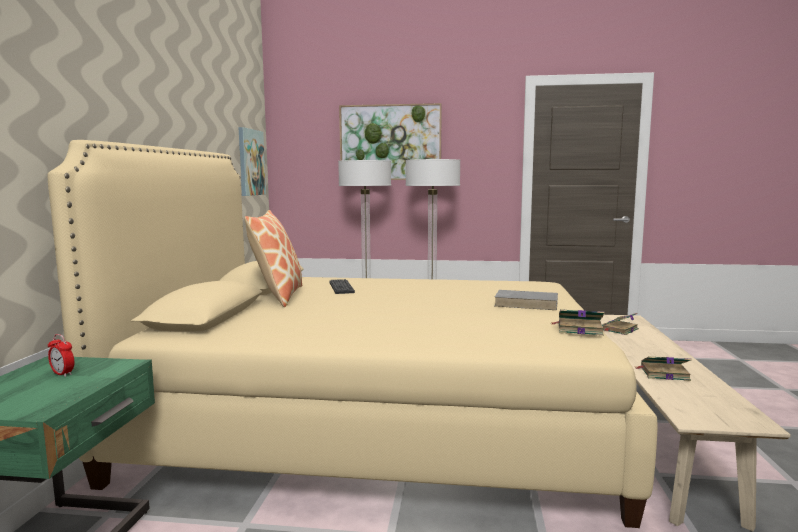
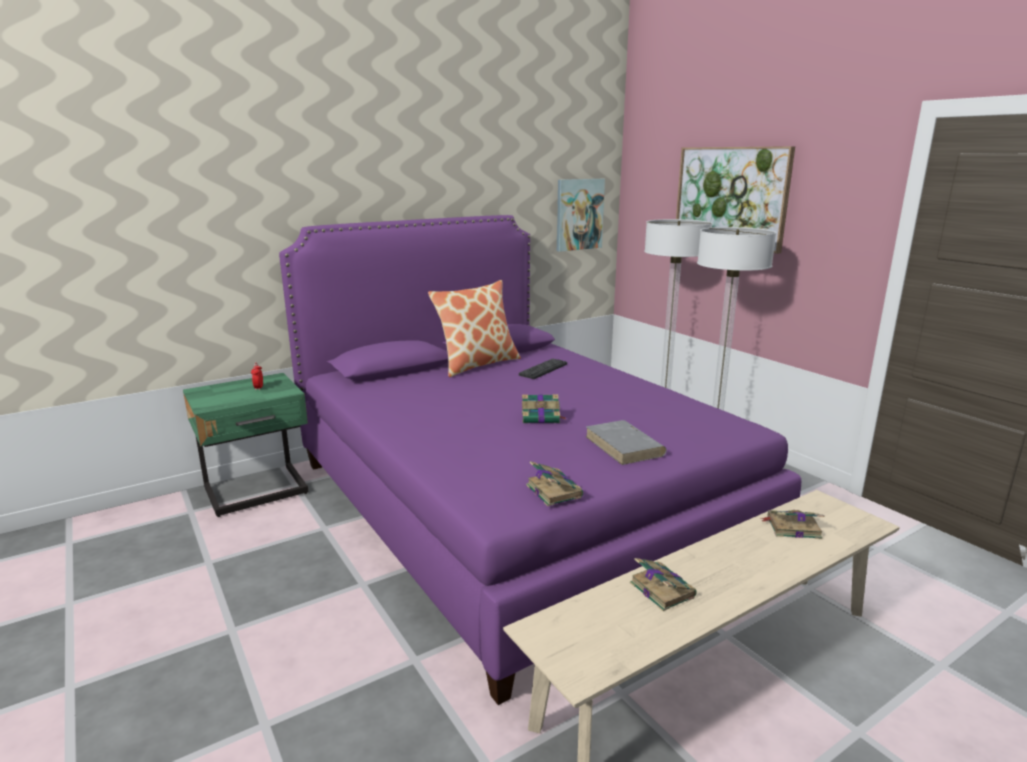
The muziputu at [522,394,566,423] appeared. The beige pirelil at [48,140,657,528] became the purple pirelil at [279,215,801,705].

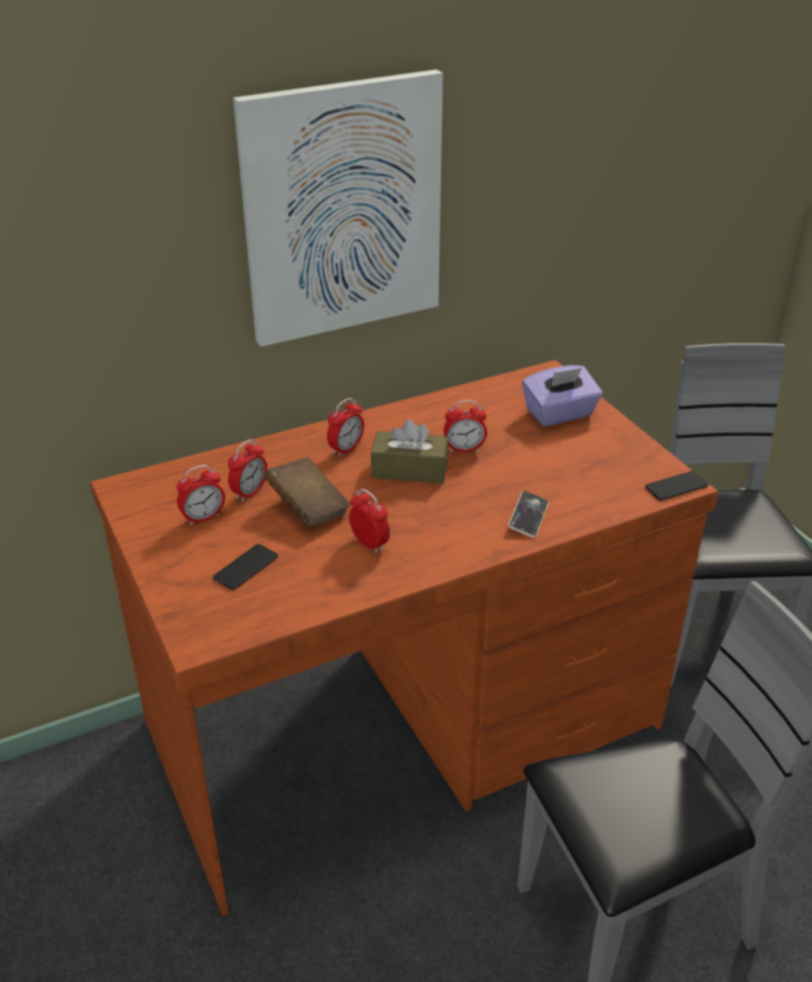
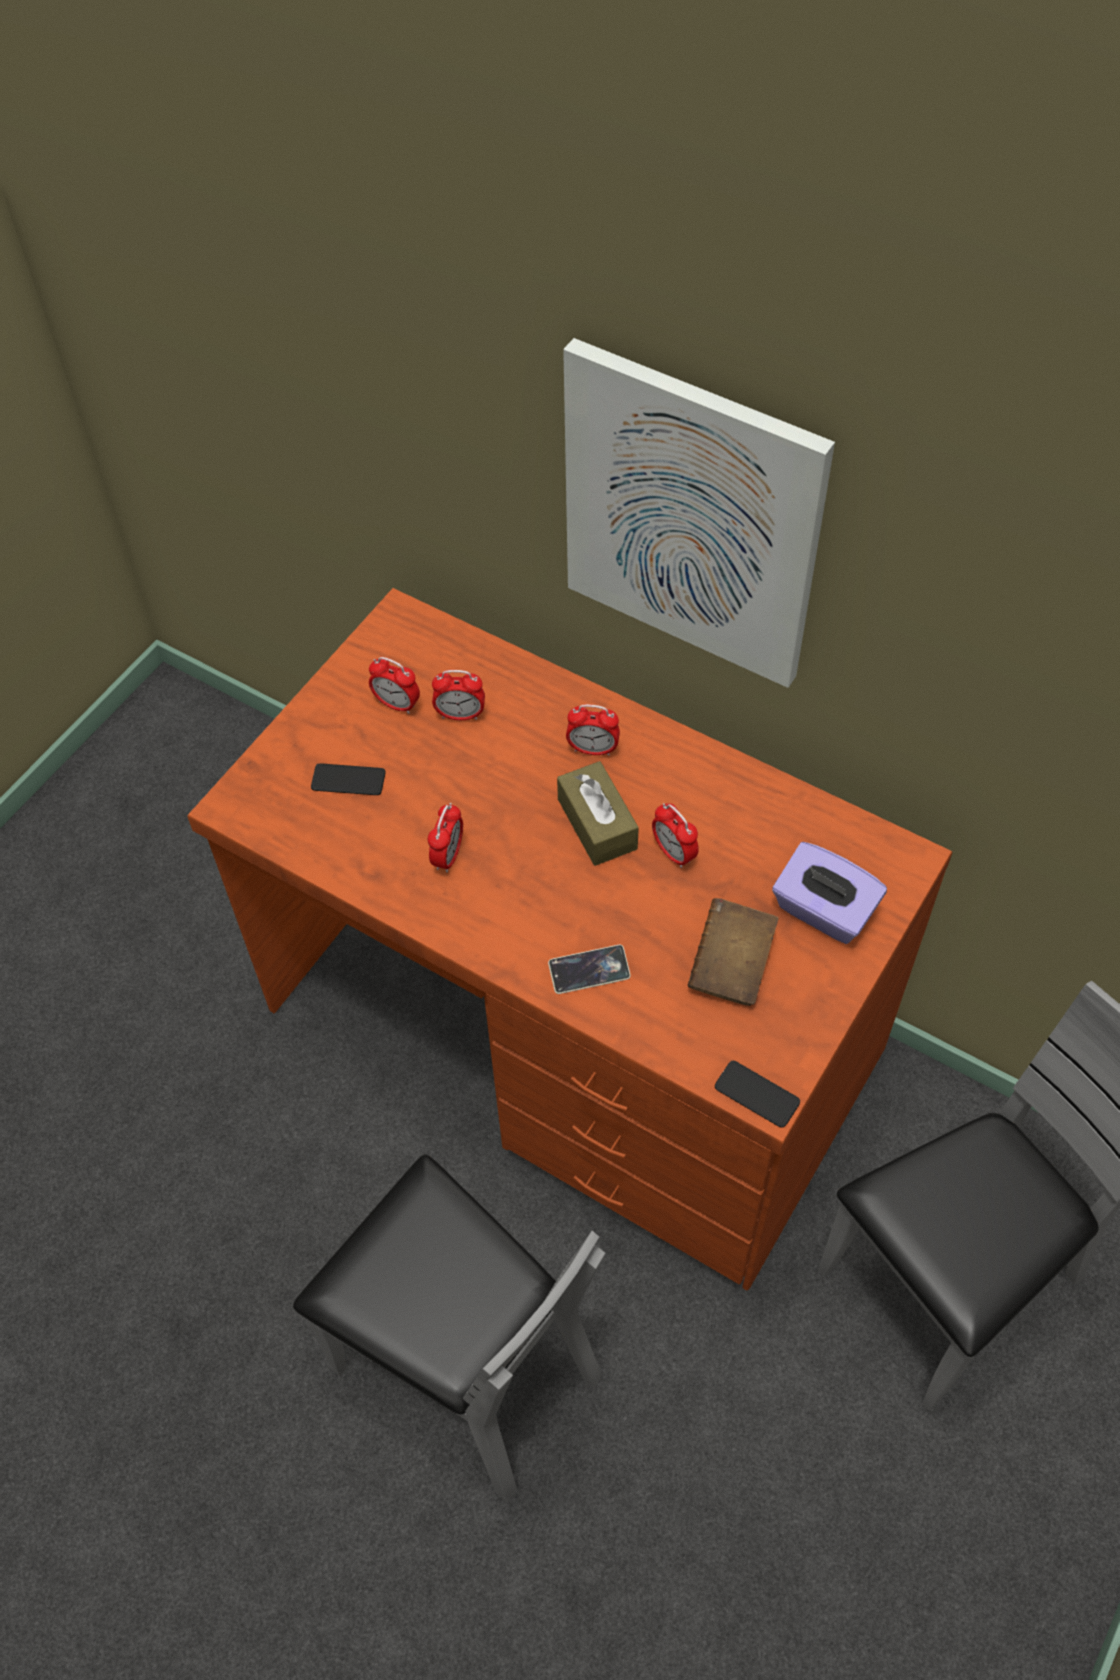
The brown muziputu moved from [264,457,350,528] to [688,898,778,1006].

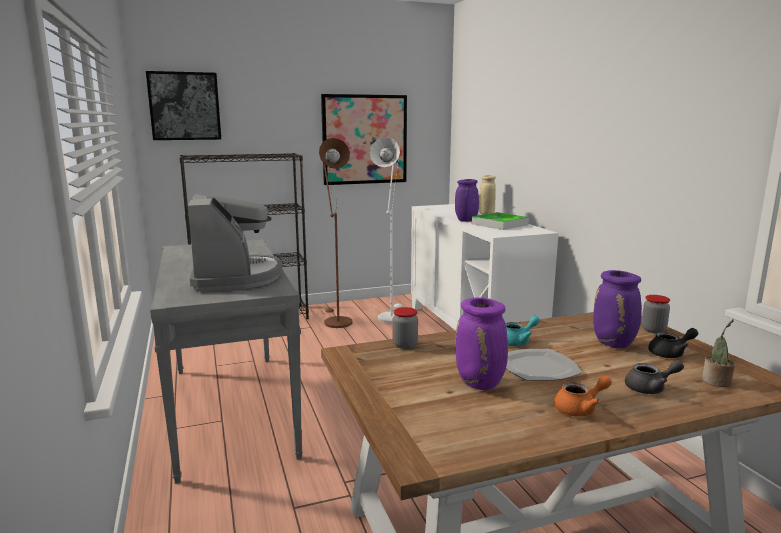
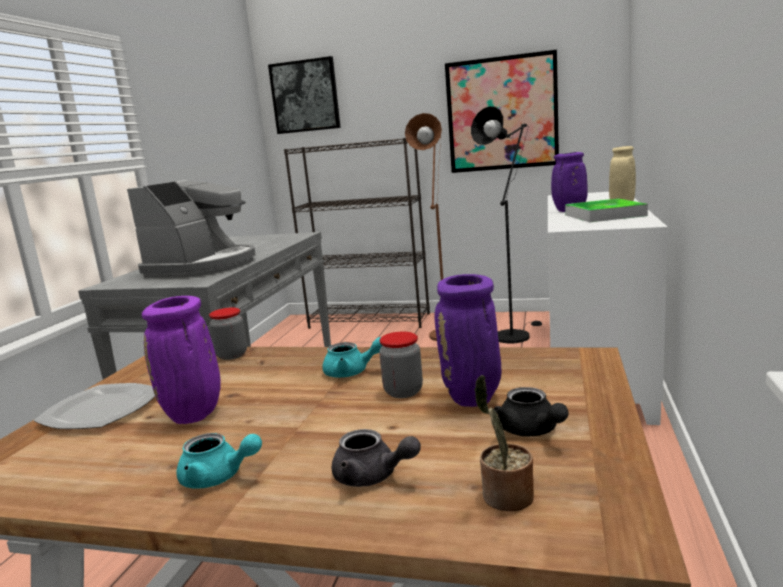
The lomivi moved from [506,349,582,381] to [34,383,155,429]. The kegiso moved from [642,295,670,333] to [379,332,423,398]. The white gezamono at [370,137,402,323] became the black gezamono at [471,106,542,344]. The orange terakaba at [554,375,612,417] became the turquoise terakaba at [176,433,262,489]. The black terakaba at [648,328,698,358] turned 45 degrees clockwise.

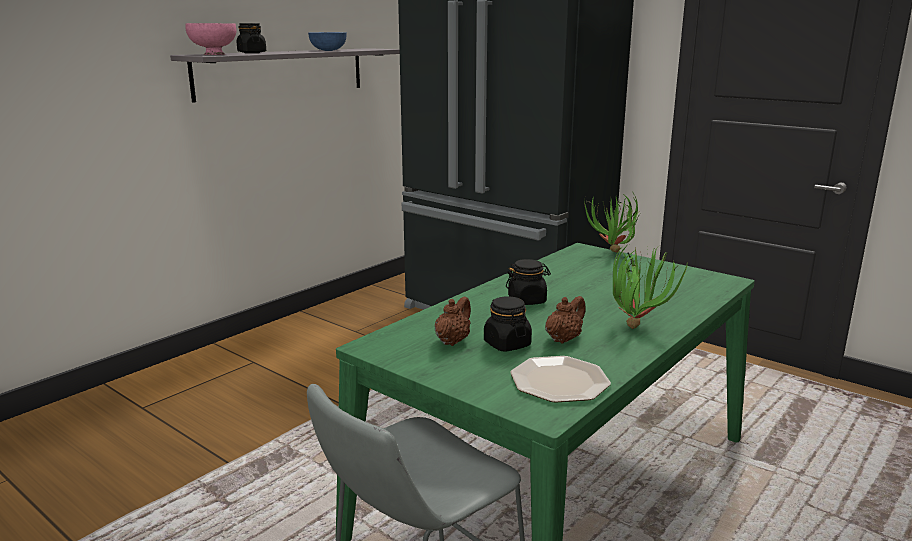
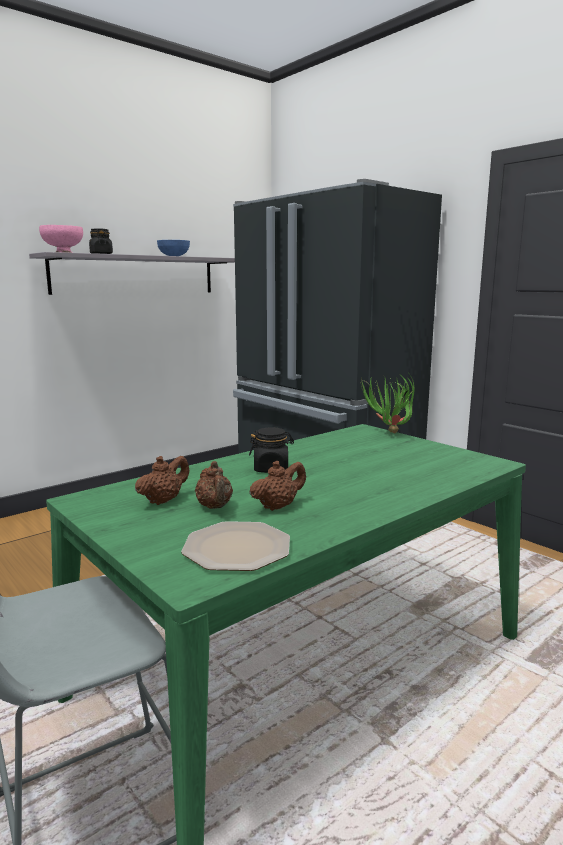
The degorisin at [613,245,688,329] disappeared. The black kegiso at [484,296,532,352] was replaced by the brown terakaba at [195,461,233,509].

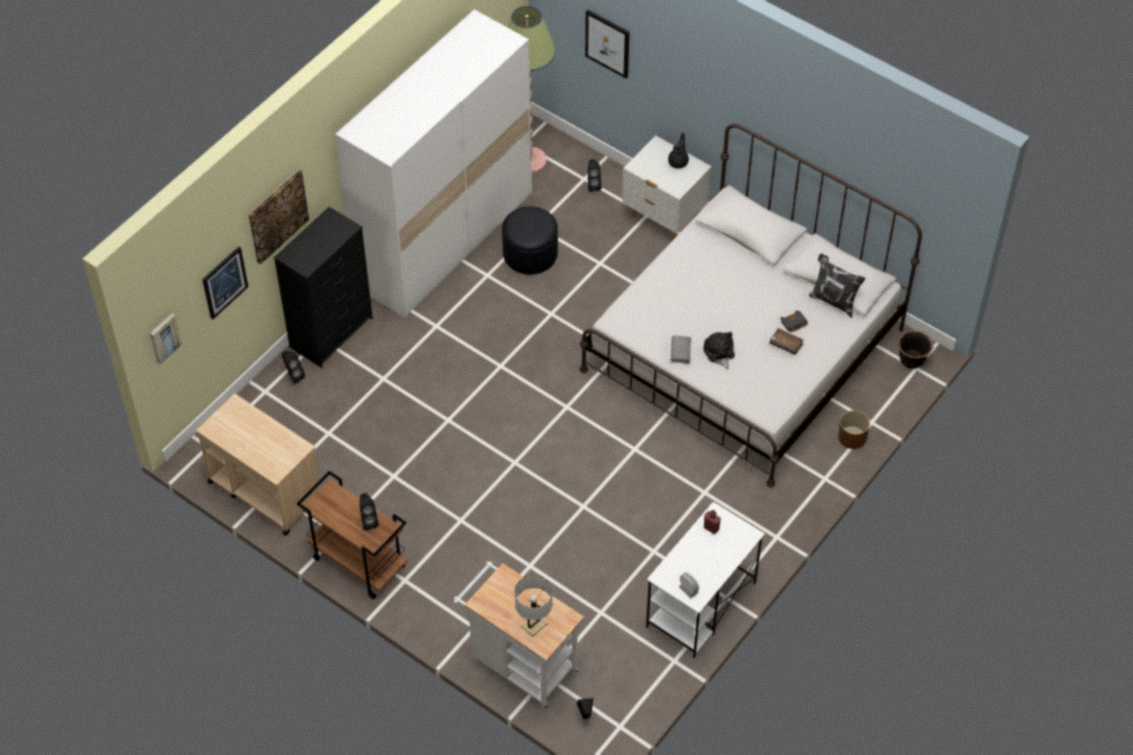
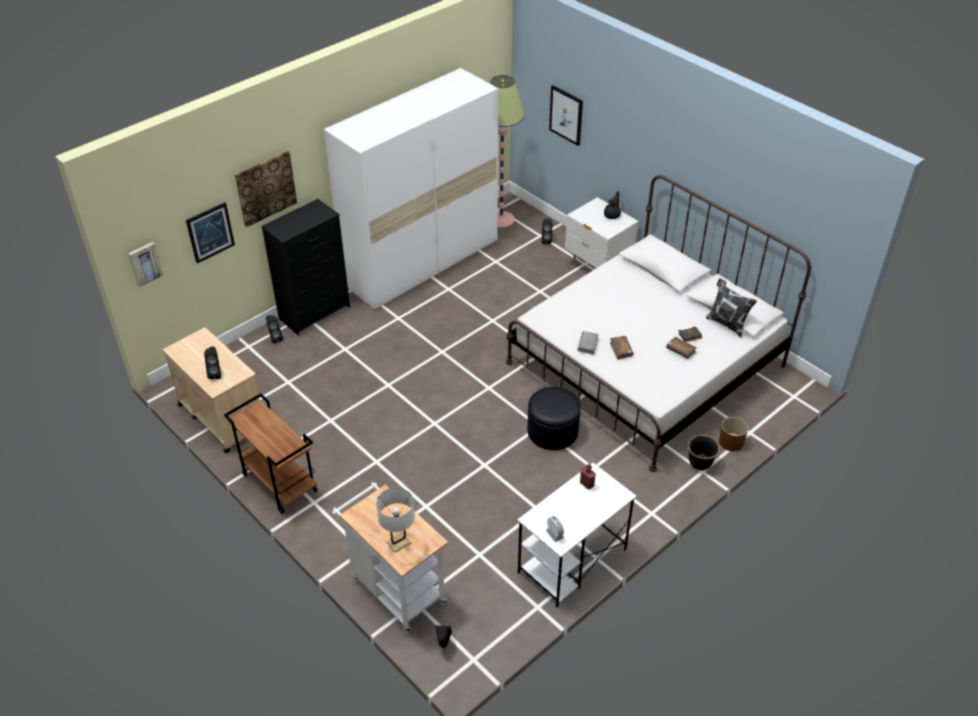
The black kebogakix moved from [359,493,379,530] to [204,347,221,379]. The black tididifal moved from [502,206,558,275] to [527,387,581,450]. The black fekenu moved from [898,330,933,369] to [688,435,721,470]. The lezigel at [703,332,735,370] was replaced by the brown muziputu at [610,336,634,360].

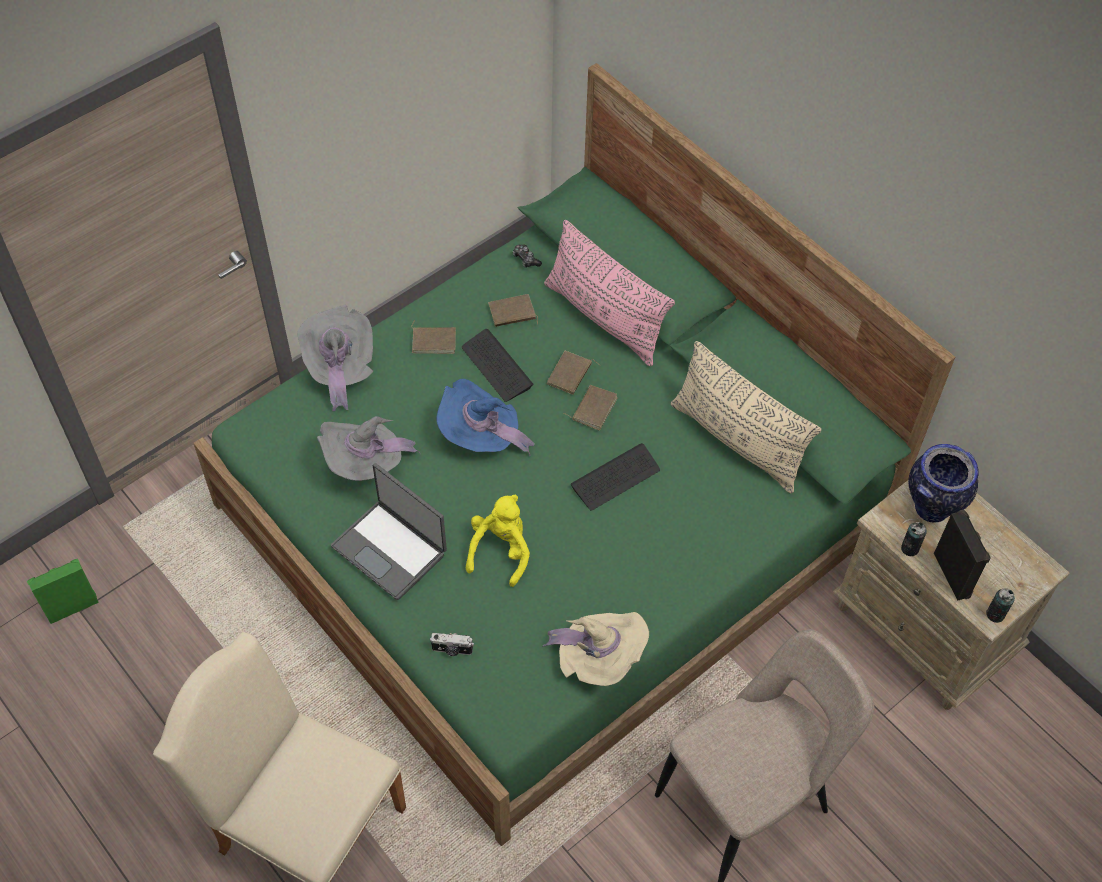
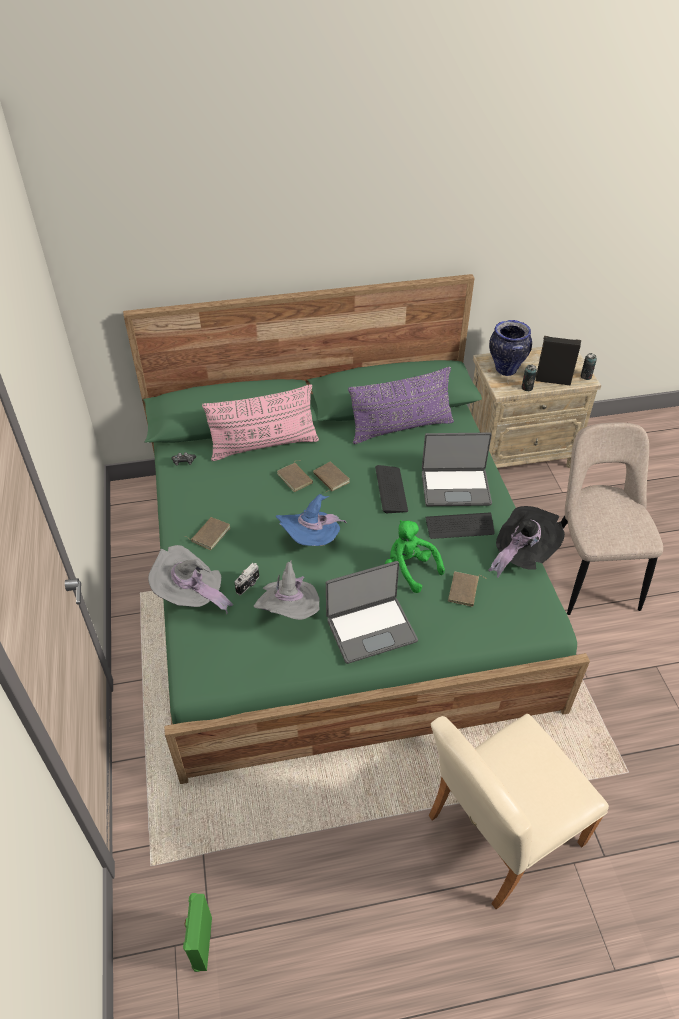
The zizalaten at [422,432,492,506] appeared. The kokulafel moved from [430,633,474,656] to [234,563,259,595]. The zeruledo moved from [462,329,533,402] to [426,513,495,539]. The brown muziputu moved from [488,294,538,327] to [448,571,487,607]. The yellow lezigel at [466,494,530,587] became the green lezigel at [385,520,445,593]. The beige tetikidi at [542,612,649,686] became the black tetikidi at [488,506,565,578]. The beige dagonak at [671,341,822,493] became the purple dagonak at [348,367,454,444].

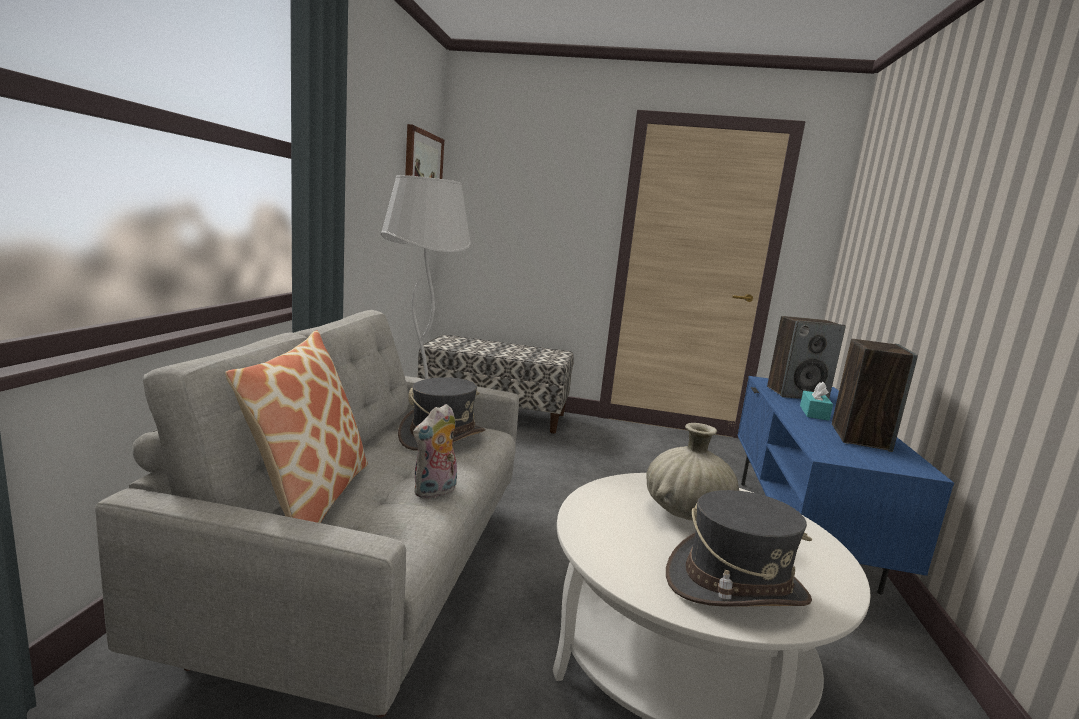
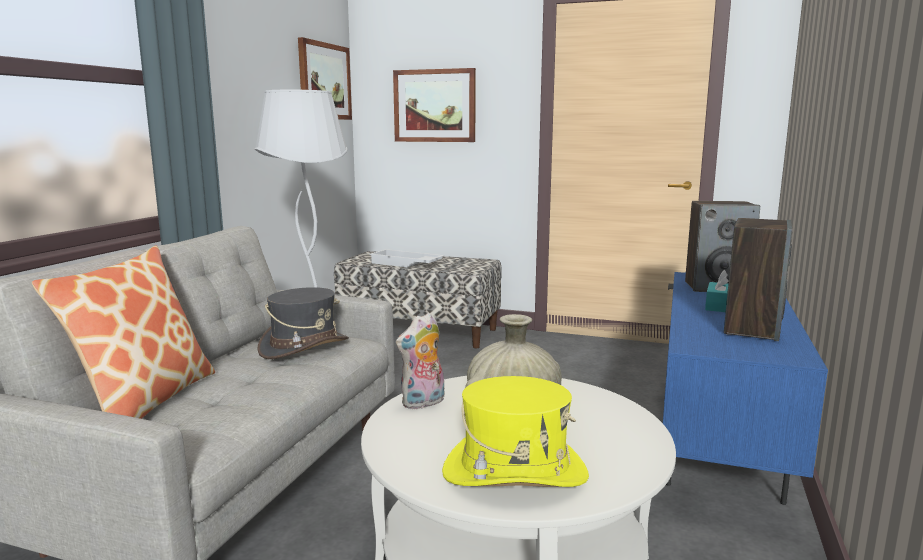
The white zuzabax at [369,249,444,267] appeared. The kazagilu at [393,68,476,142] appeared. The lezigel moved from [413,404,457,499] to [396,313,445,409]. The grey tetikidi at [666,490,812,607] became the yellow tetikidi at [442,376,589,487].

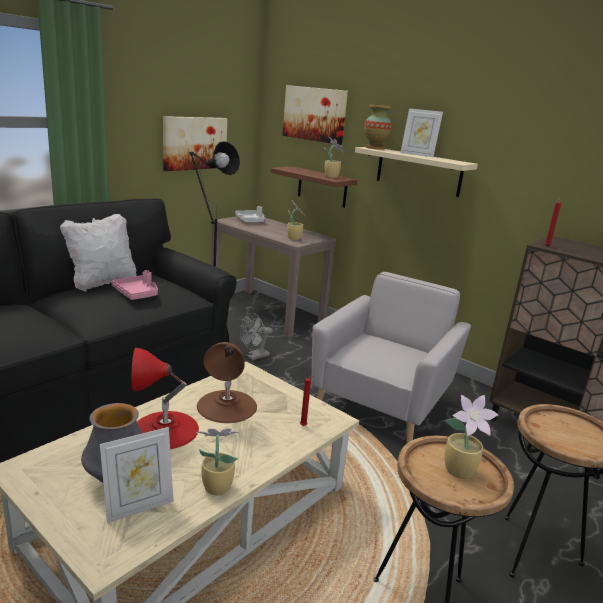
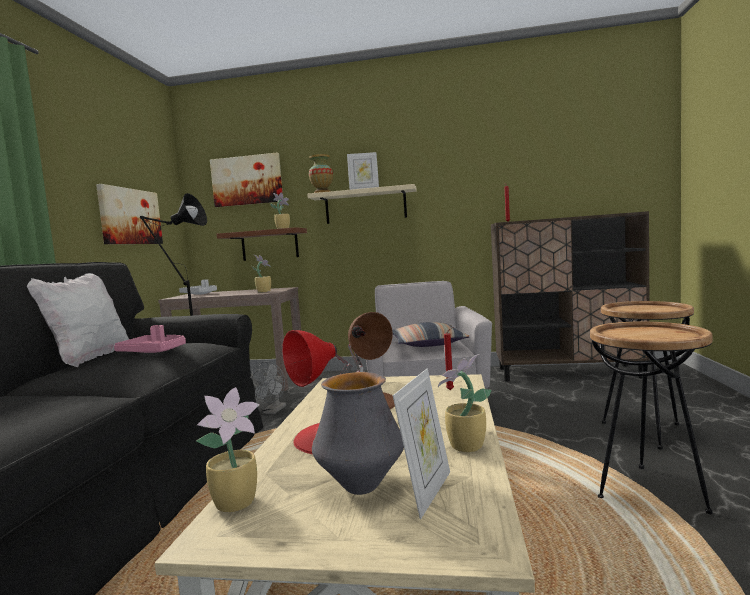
The dagonak at [392,322,470,347] appeared. The degorisin moved from [445,395,498,479] to [196,387,259,512].

